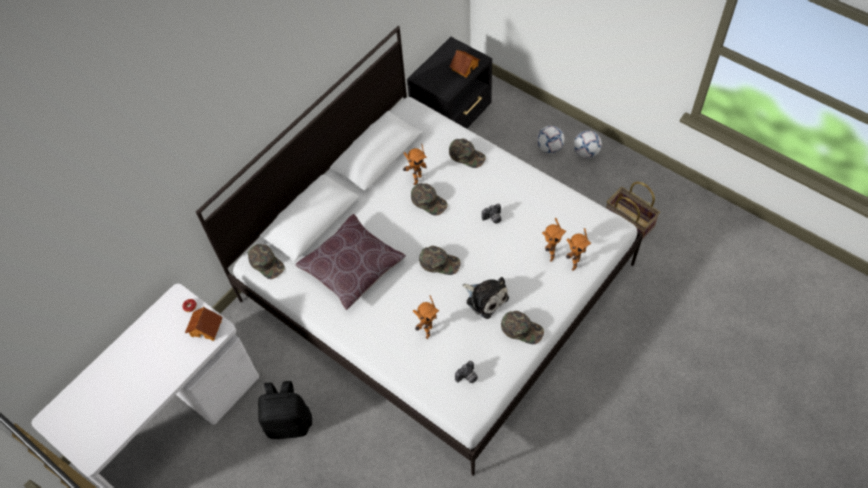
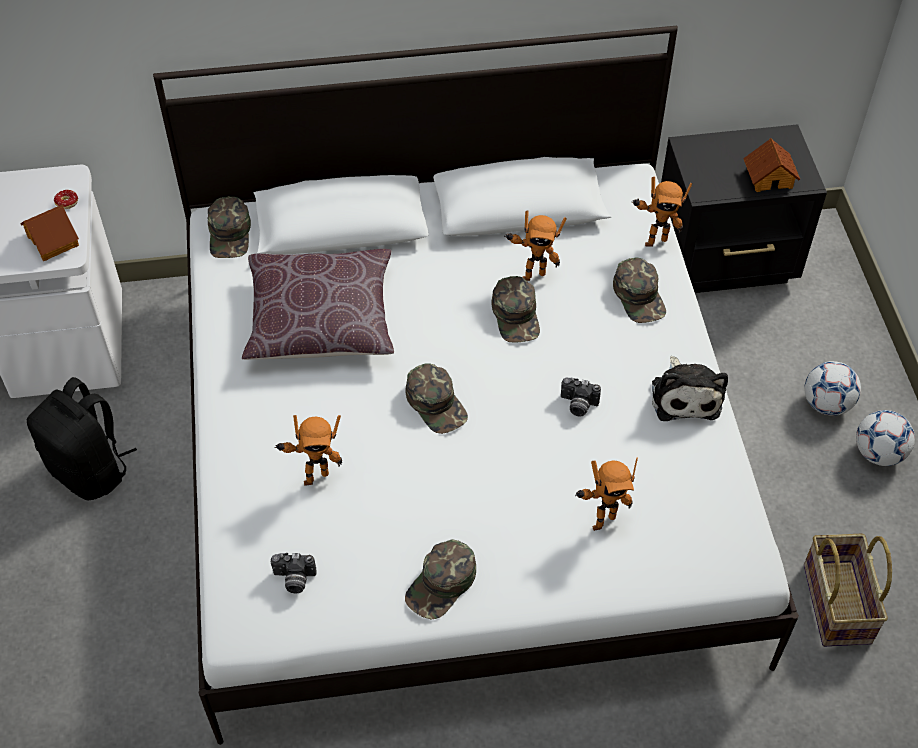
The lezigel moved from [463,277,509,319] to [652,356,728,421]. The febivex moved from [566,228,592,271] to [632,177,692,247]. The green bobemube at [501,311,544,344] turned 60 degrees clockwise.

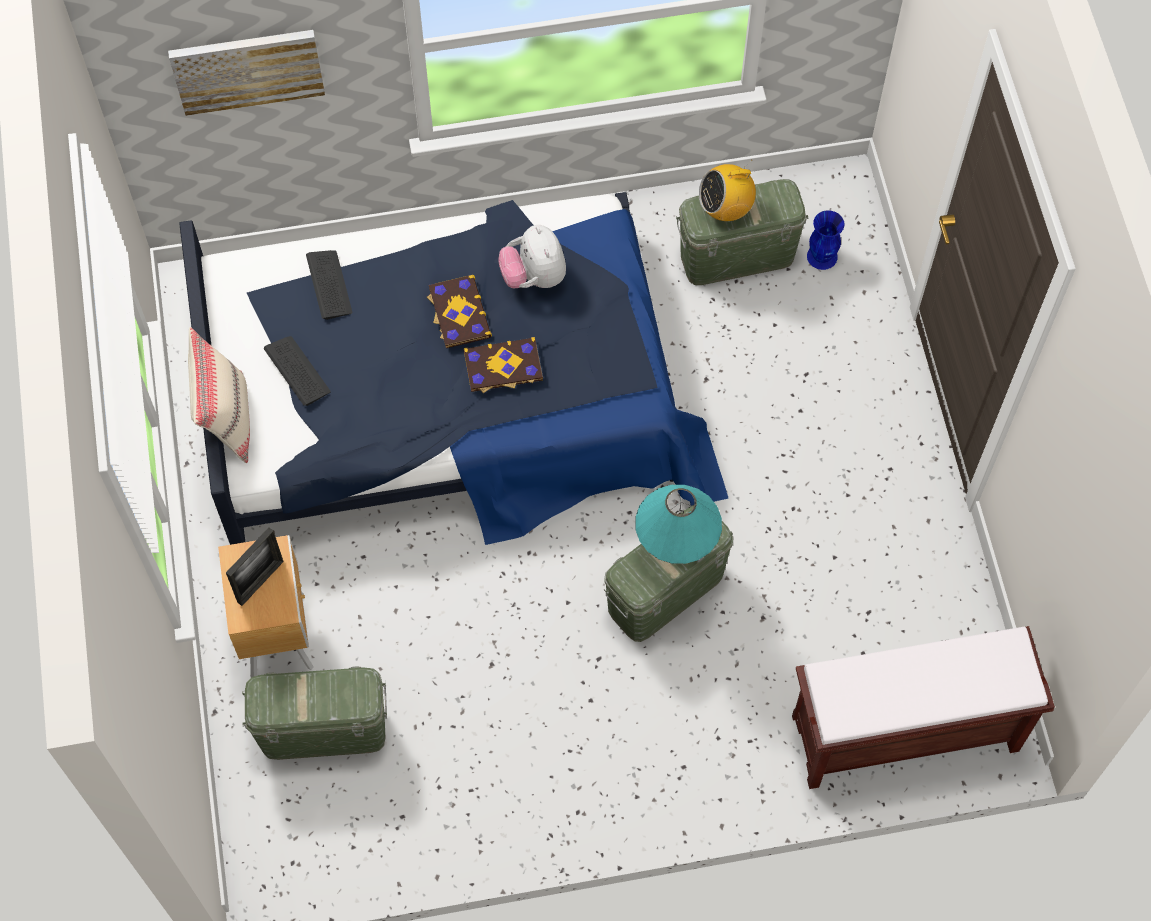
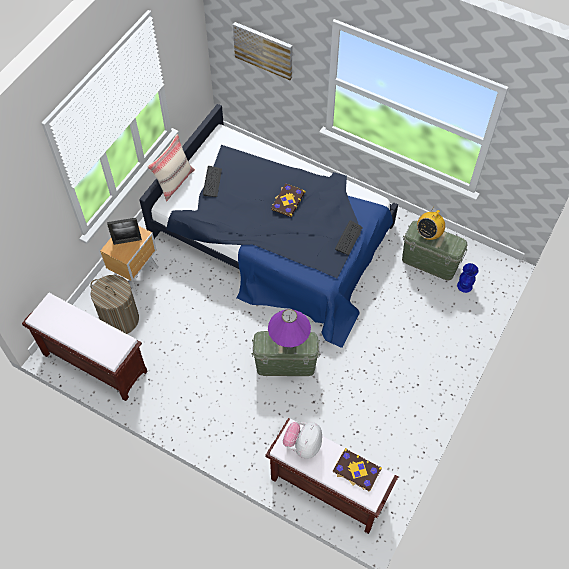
The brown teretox at [22,293,148,401] appeared. The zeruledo moved from [306,250,353,320] to [335,220,363,255]. The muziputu moved from [464,337,543,393] to [333,448,382,492]. The lezigel moved from [498,225,566,289] to [283,422,322,459]. The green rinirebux at [242,666,387,760] was replaced by the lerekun at [90,275,139,334]. The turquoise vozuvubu at [635,485,722,564] became the purple vozuvubu at [268,309,311,350]. The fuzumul at [699,159,756,221] turned 75 degrees counterclockwise.

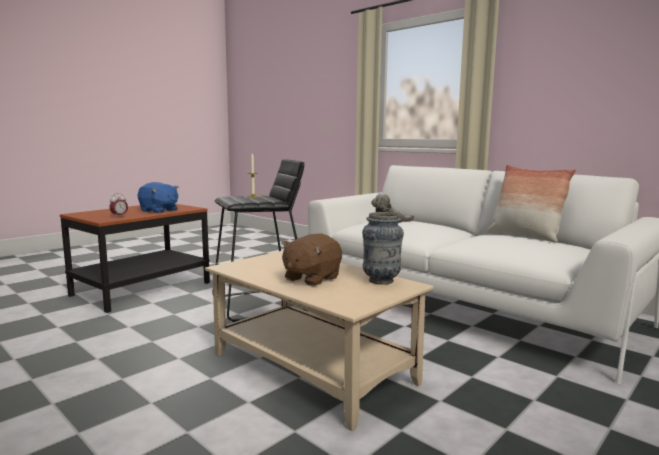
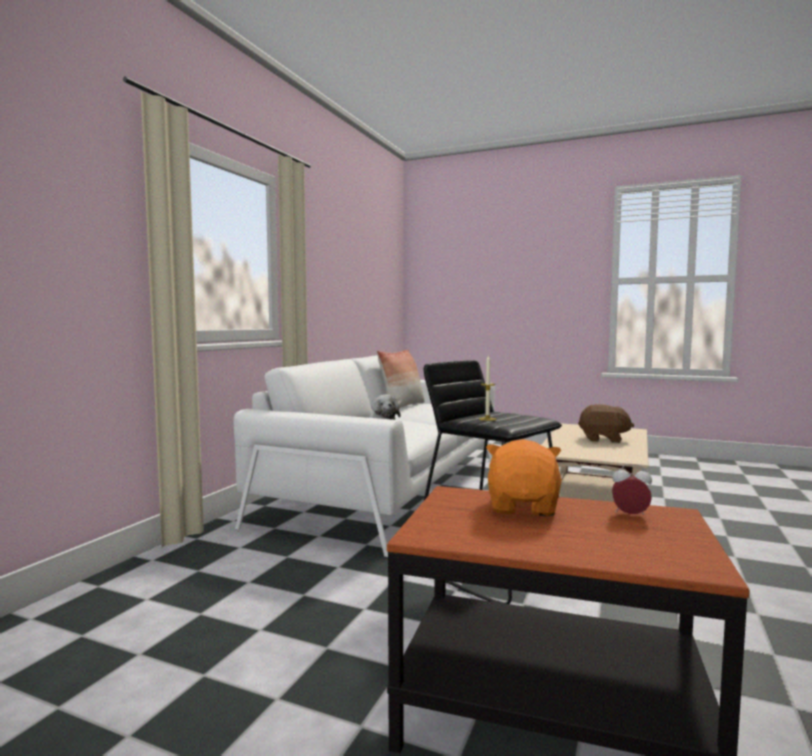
The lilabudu at [362,212,404,284] disappeared. The blue lezigel at [138,182,179,213] became the orange lezigel at [486,439,561,516].

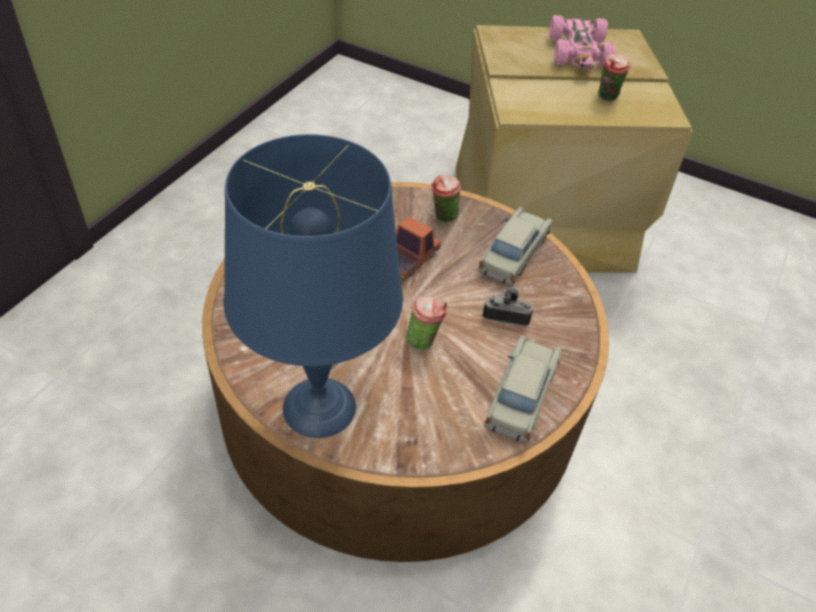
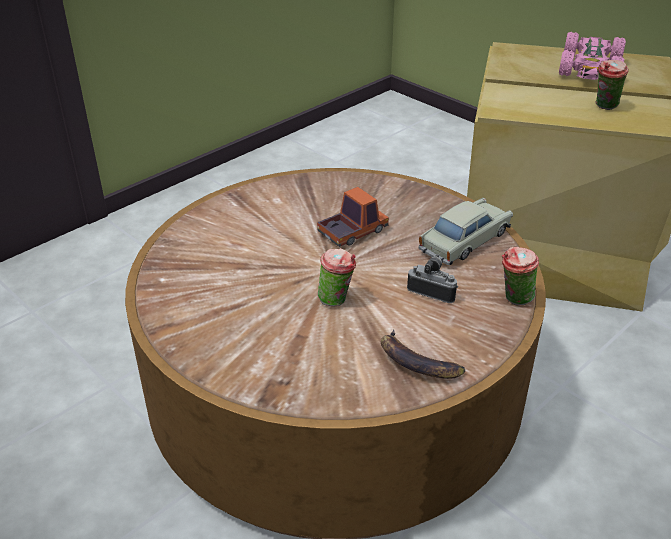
The blue vozuvubu at [224,134,403,438] disappeared. The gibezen moved from [431,175,461,223] to [502,247,539,306]. The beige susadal at [484,335,562,442] was replaced by the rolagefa at [381,329,465,379].

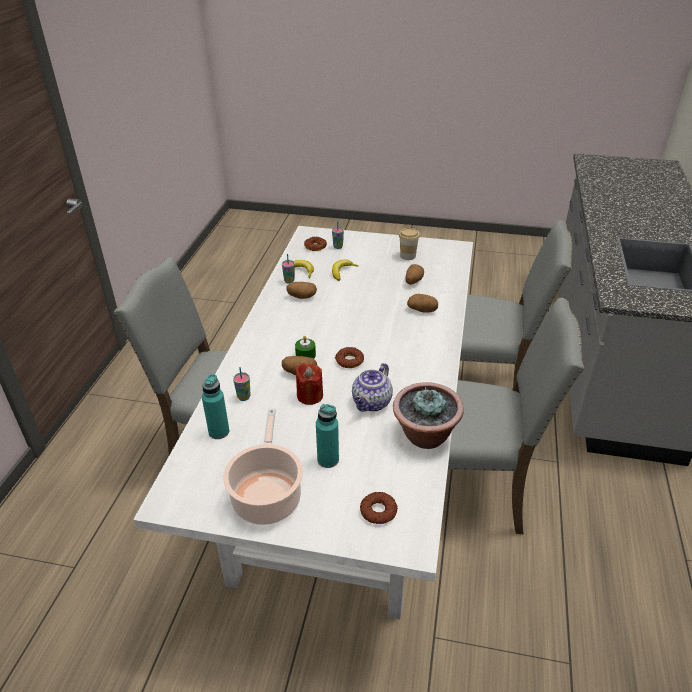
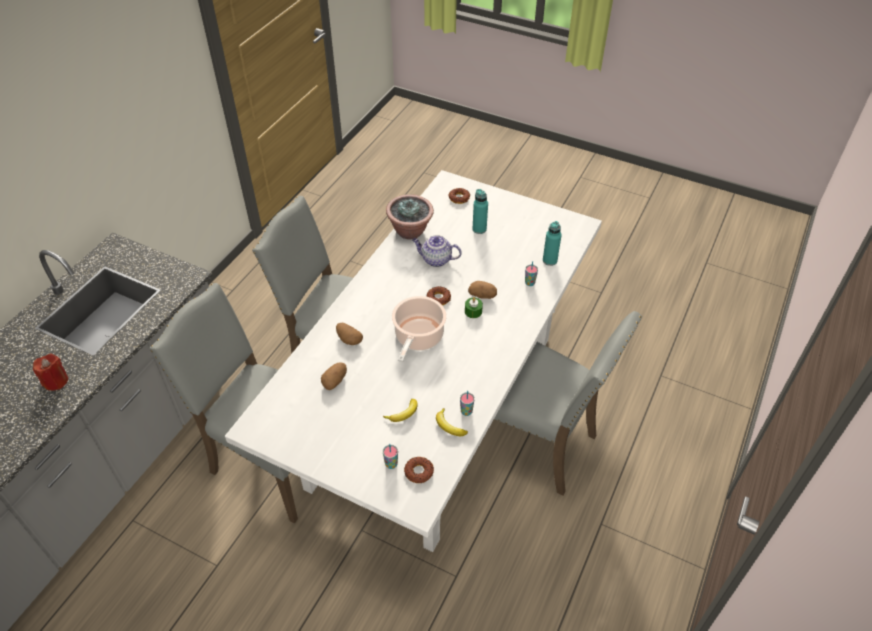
The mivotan at [287,282,317,299] disappeared. The gibezen at [399,228,420,260] disappeared. The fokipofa moved from [223,409,303,525] to [392,296,446,362]. The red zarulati moved from [295,363,323,405] to [33,353,68,391]. The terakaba at [352,363,393,412] turned 120 degrees counterclockwise.

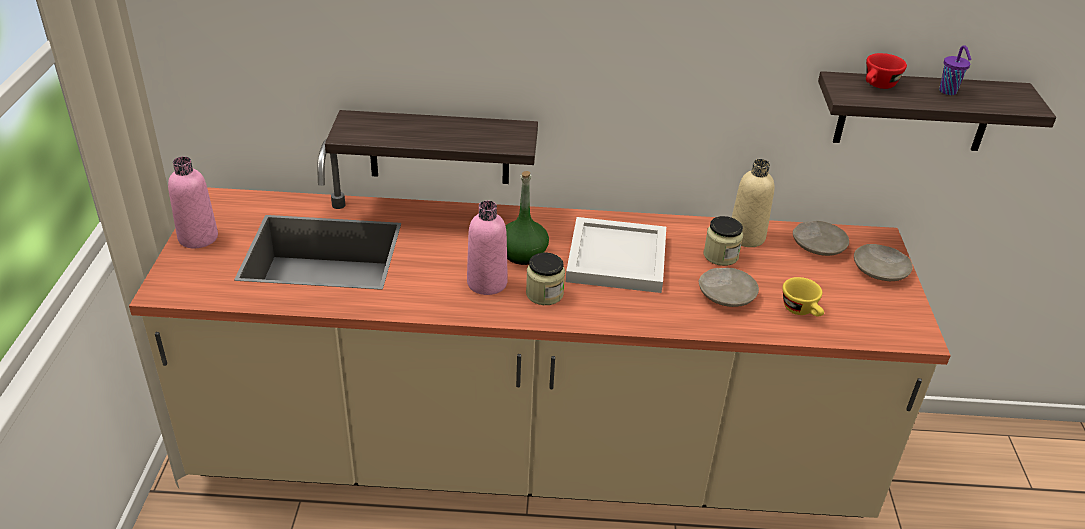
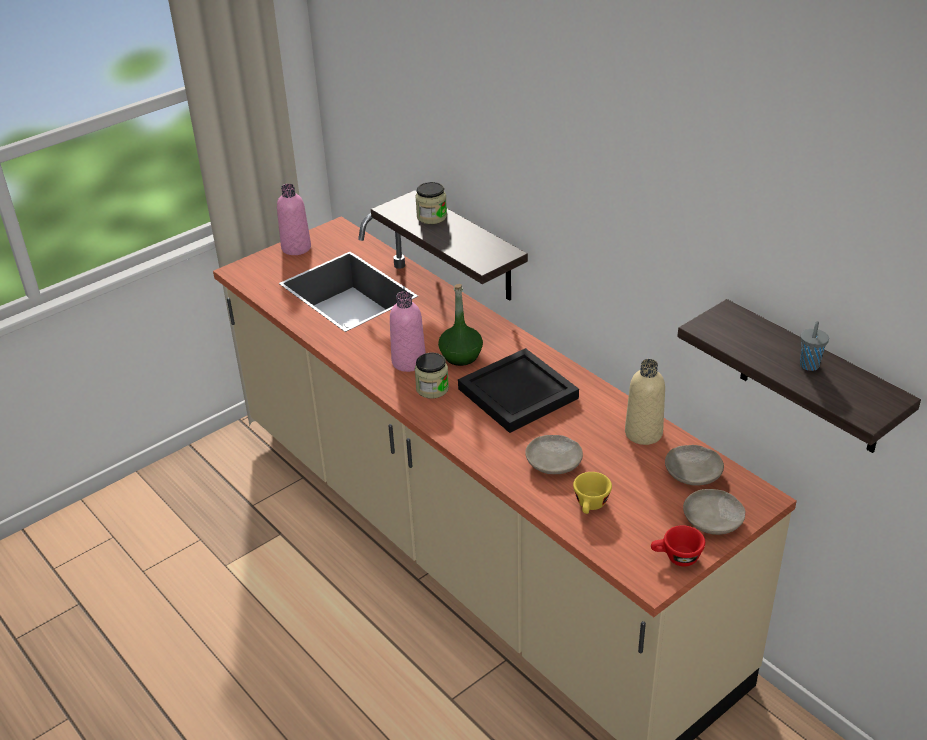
The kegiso moved from [703,216,743,266] to [415,182,447,224]. The red gibezen moved from [866,53,907,89] to [651,525,705,567]. The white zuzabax at [566,217,666,293] became the black zuzabax at [458,348,579,433]. The purple gibezen at [939,45,971,95] became the grey gibezen at [800,321,829,371].

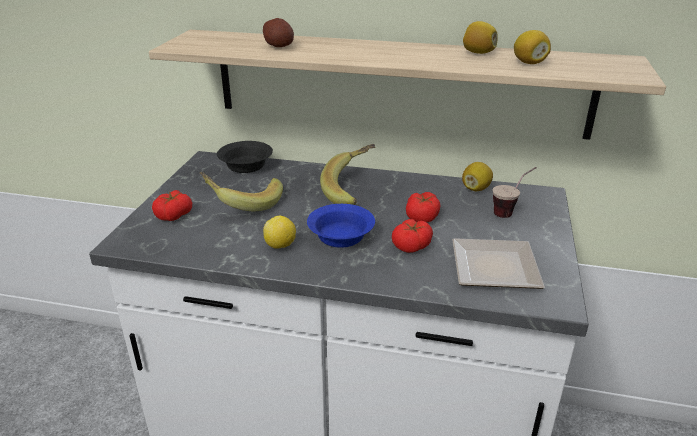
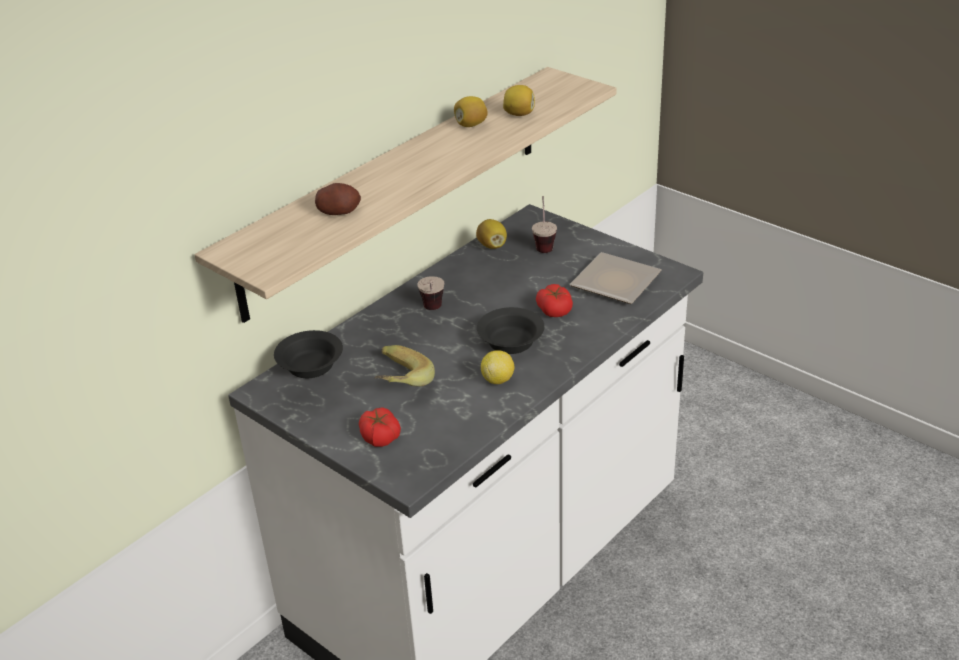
The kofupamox at [406,192,441,222] disappeared. The rolagefa at [320,144,375,205] was replaced by the gibezen at [417,276,444,310]. The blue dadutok at [307,204,375,248] became the black dadutok at [477,307,545,354].

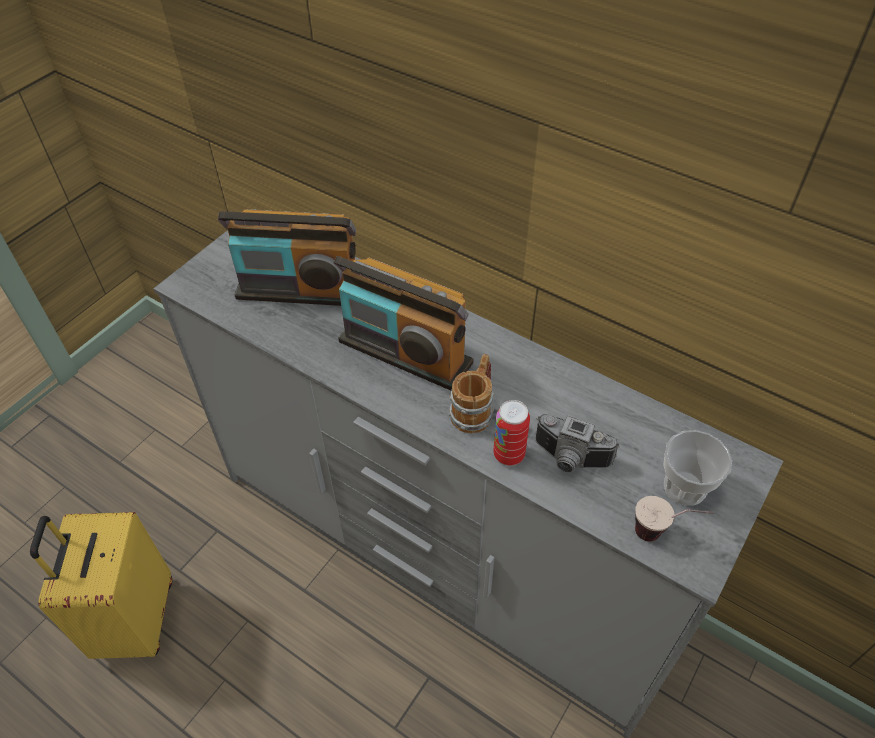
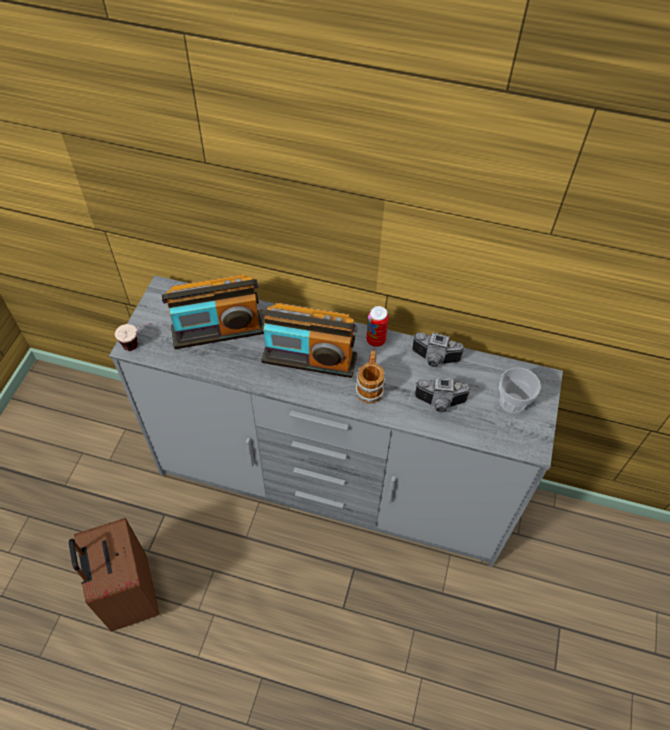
The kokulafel at [412,332,465,367] appeared. The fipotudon moved from [493,400,530,466] to [366,306,389,347]. The gibezen moved from [635,496,714,542] to [115,323,152,351]. The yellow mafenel at [30,512,172,659] became the brown mafenel at [69,518,159,632].

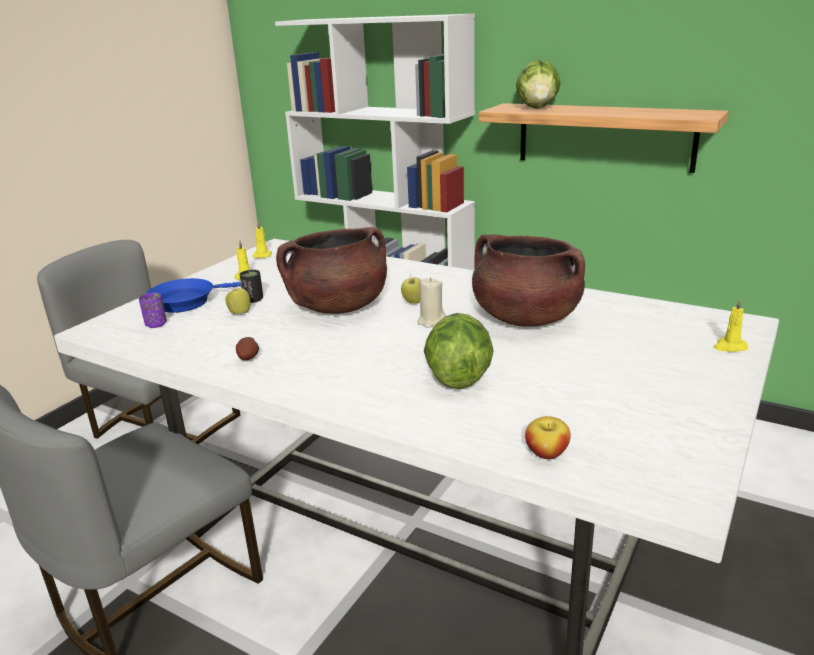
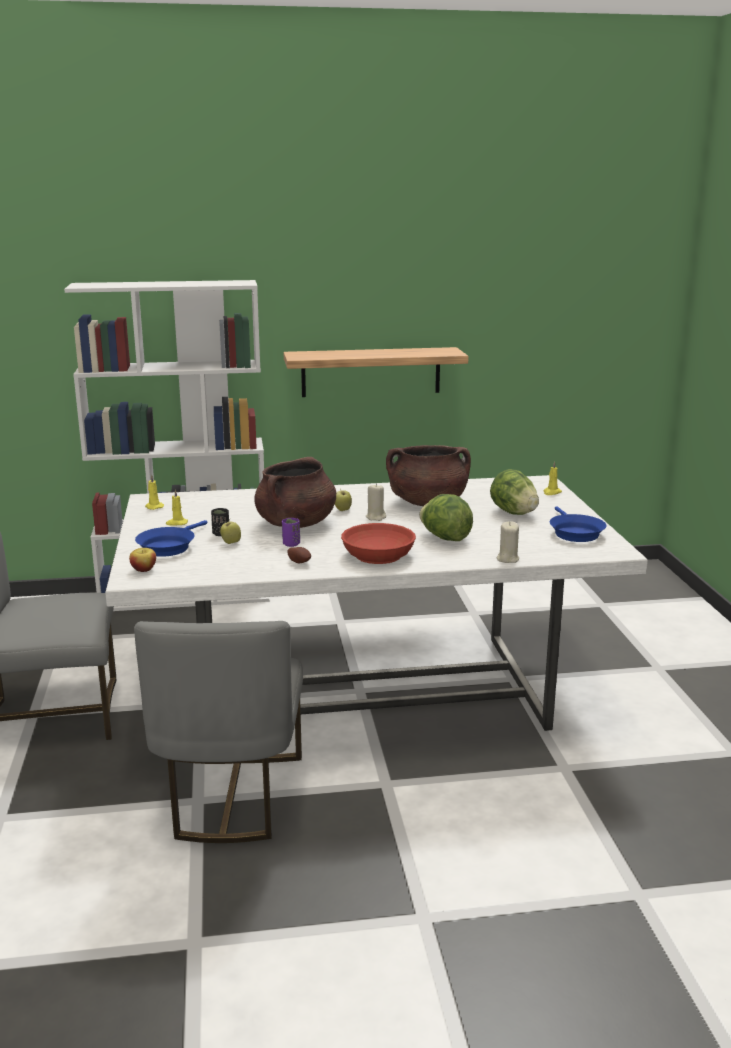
The red dadutok at [341,523,416,564] appeared. The beige zarulati at [496,521,519,563] appeared. The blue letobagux at [550,506,607,542] appeared. The purple gibezen moved from [139,293,167,328] to [282,518,300,547]. The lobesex moved from [516,59,561,109] to [490,469,539,515]. The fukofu moved from [525,416,571,459] to [129,548,156,572].

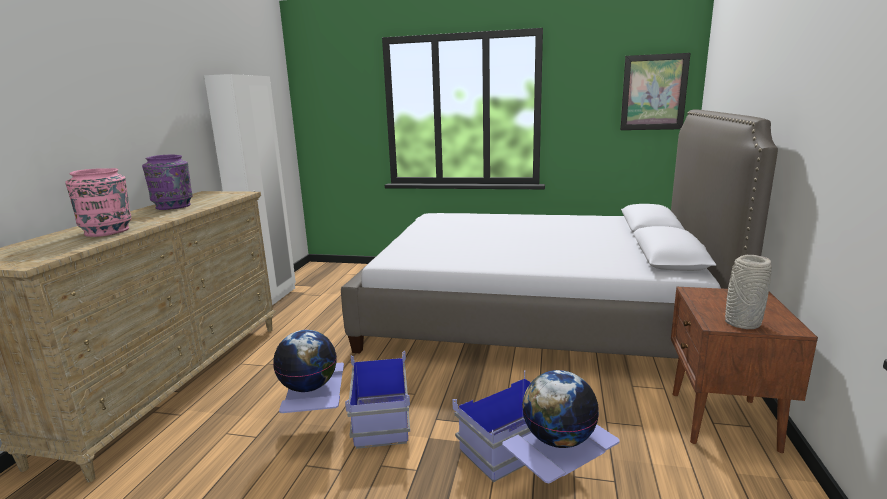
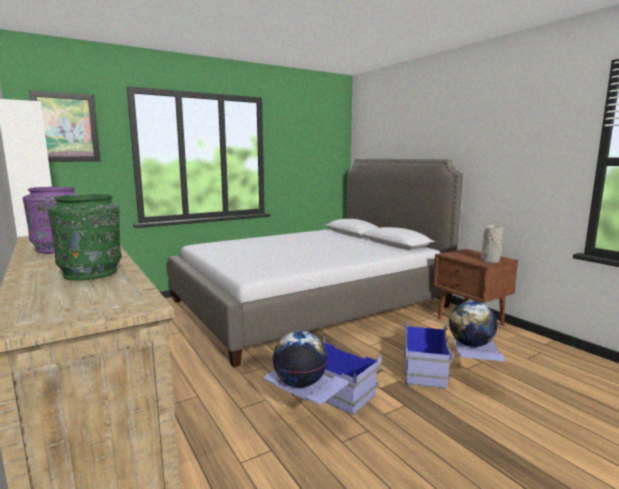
The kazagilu moved from [620,53,690,130] to [29,91,101,162]. The pink lilabudu at [65,168,132,237] became the green lilabudu at [47,194,122,281].

